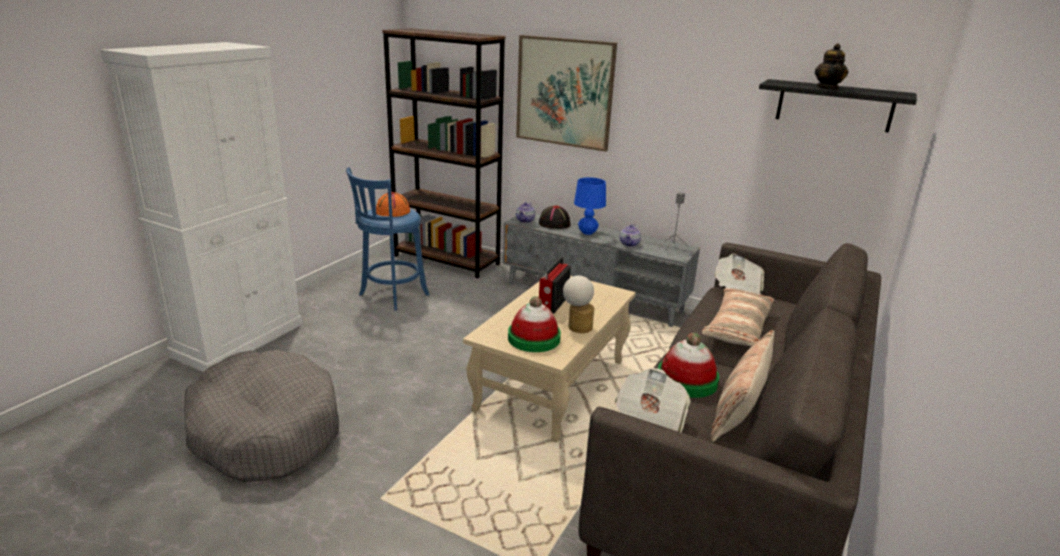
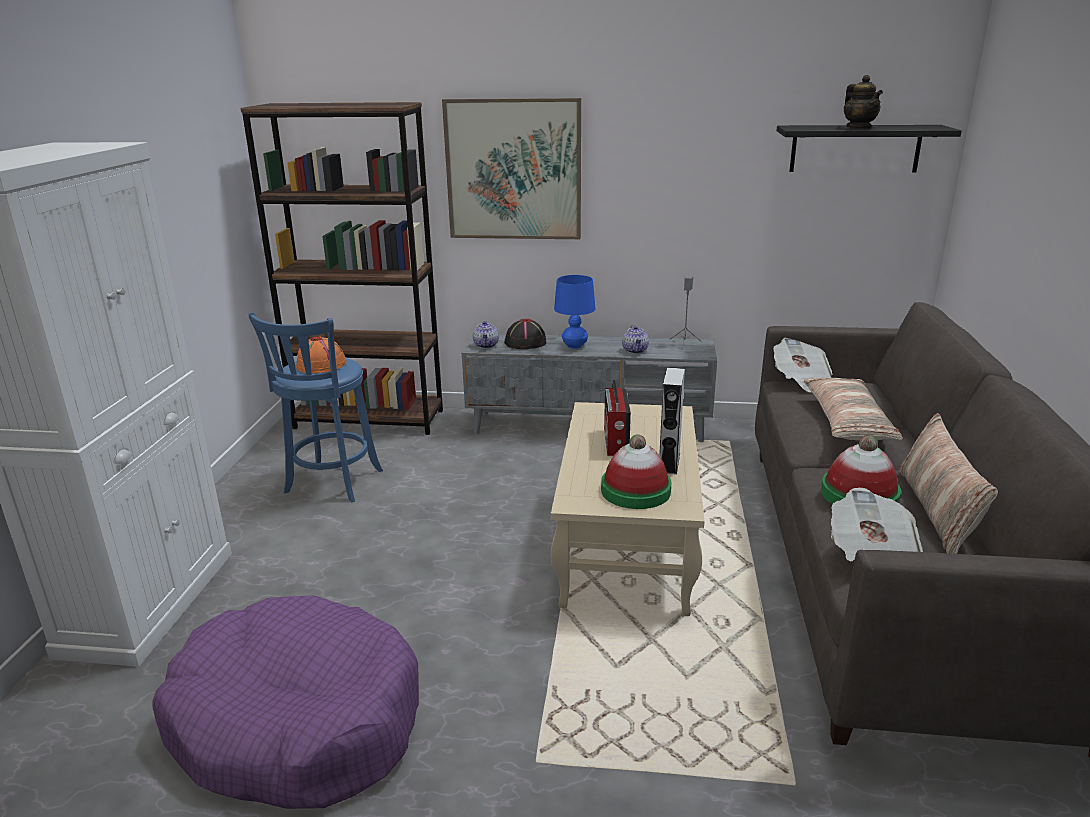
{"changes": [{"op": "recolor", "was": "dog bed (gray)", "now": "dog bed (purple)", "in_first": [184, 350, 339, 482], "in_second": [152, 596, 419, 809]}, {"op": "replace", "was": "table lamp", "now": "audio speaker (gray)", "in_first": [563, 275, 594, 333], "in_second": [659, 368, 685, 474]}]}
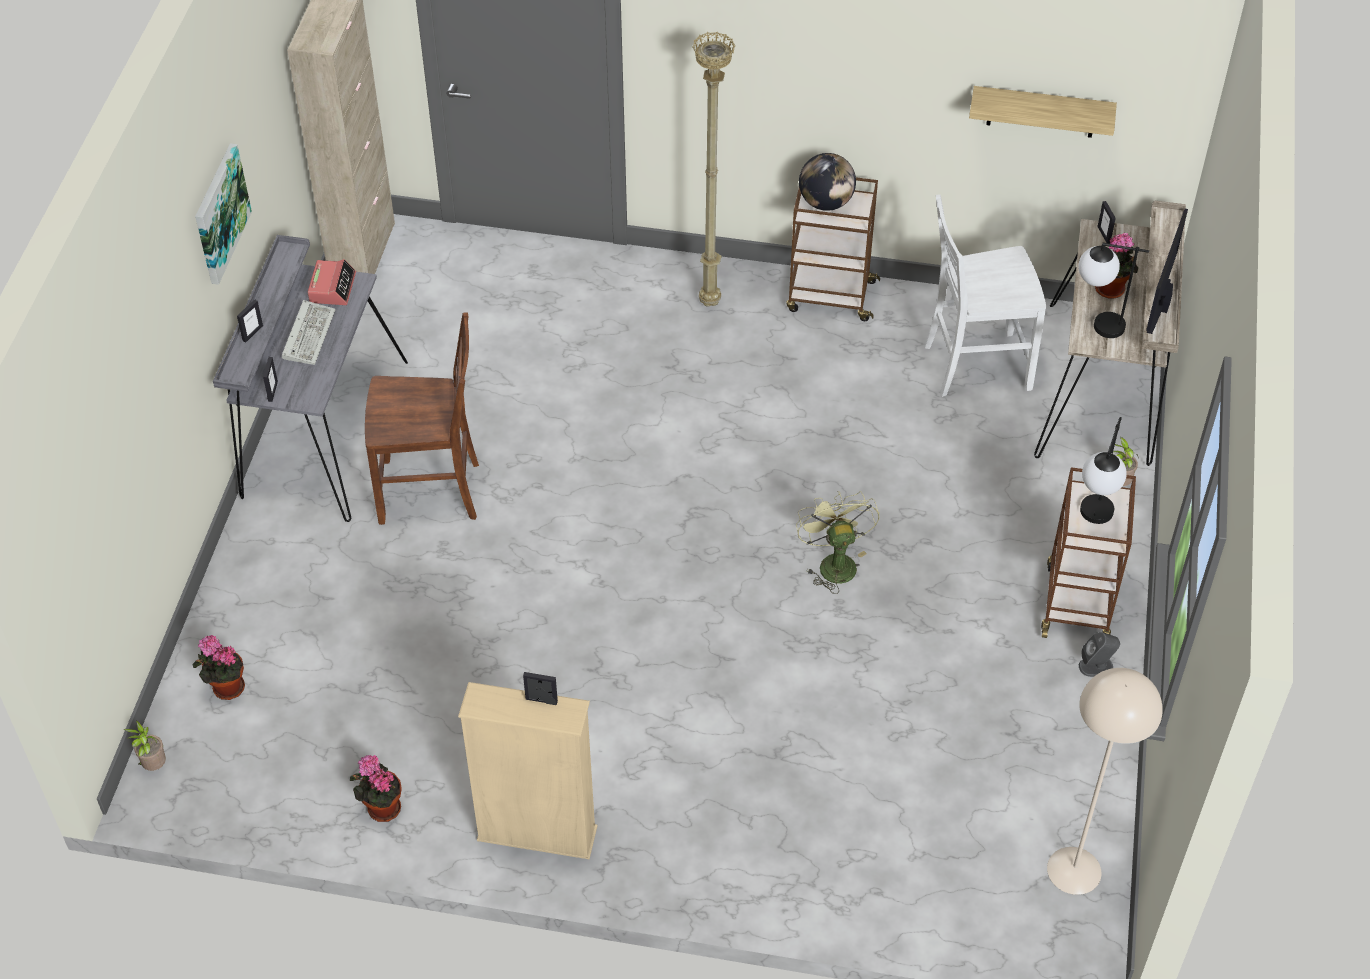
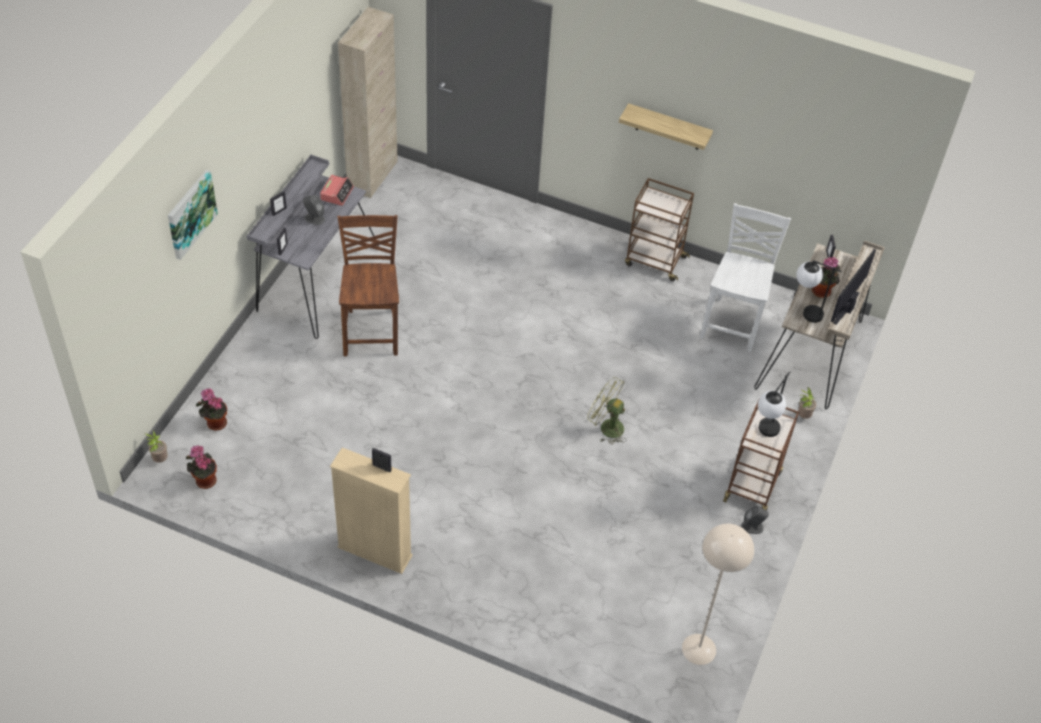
{"changes": [{"op": "move", "was": "wall art", "in_first": [195, 143, 252, 285], "in_second": [168, 170, 218, 260]}, {"op": "move", "was": "plant in a pot", "in_first": [350, 755, 402, 822], "in_second": [186, 445, 217, 489]}, {"op": "replace", "was": "computer keyboard", "now": "audio speaker (gray)", "in_first": [282, 300, 336, 365], "in_second": [303, 195, 325, 225]}, {"op": "rotate", "was": "chair (brown)", "in_first": [365, 313, 479, 525], "in_second": [337, 215, 399, 356], "clockwise": -105}, {"op": "rotate", "was": "fan (green)", "in_first": [796, 491, 880, 594], "in_second": [587, 377, 627, 445], "clockwise": -60}, {"op": "move", "was": "bracket shelf", "in_first": [969, 86, 1117, 138], "in_second": [619, 103, 713, 150]}, {"op": "rotate", "was": "chair (white-coloured)", "in_first": [925, 195, 1046, 397], "in_second": [700, 203, 791, 352], "clockwise": 105}, {"op": "delete", "was": "standing lamp (sand-coloured)", "in_first": [692, 32, 735, 307]}, {"op": "delete", "was": "globe", "in_first": [799, 153, 856, 211]}]}
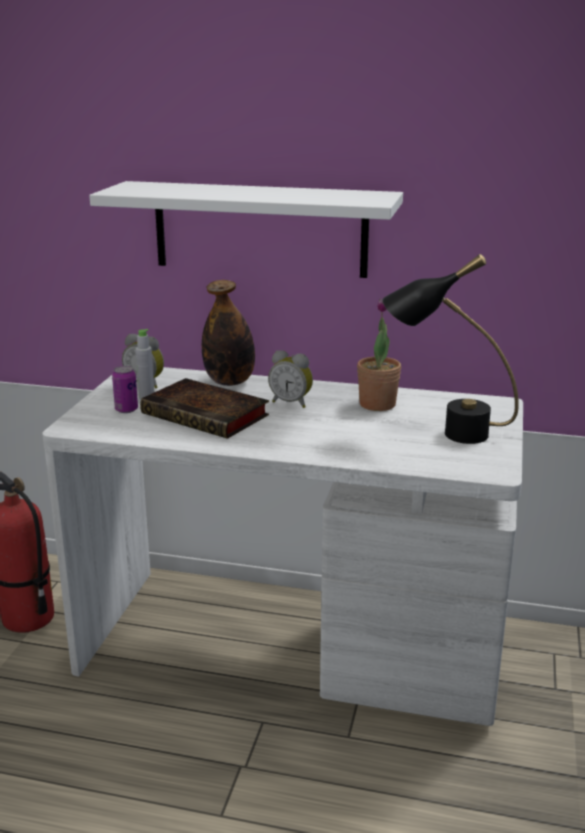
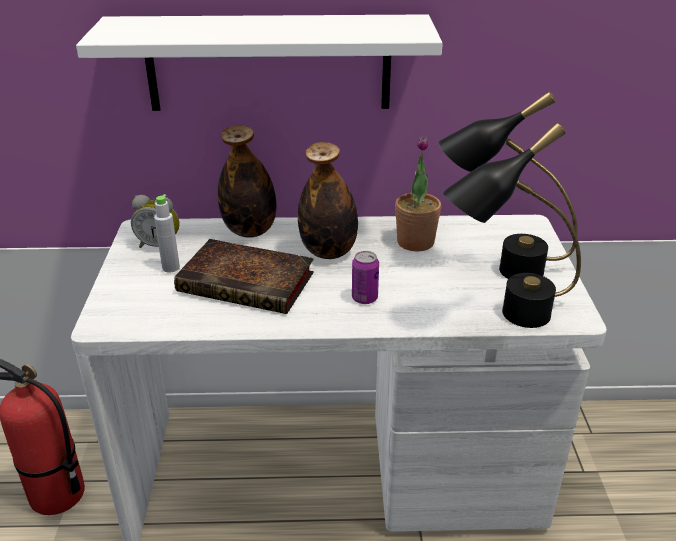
{"changes": [{"op": "replace", "was": "bedside clock", "now": "beverage bottle", "in_first": [268, 350, 313, 408], "in_second": [298, 142, 358, 259]}, {"op": "move", "was": "sealed can", "in_first": [112, 366, 138, 413], "in_second": [352, 251, 379, 304]}, {"op": "insert", "now": "table lamp (black-coloured)", "in_second": [443, 123, 581, 328]}]}
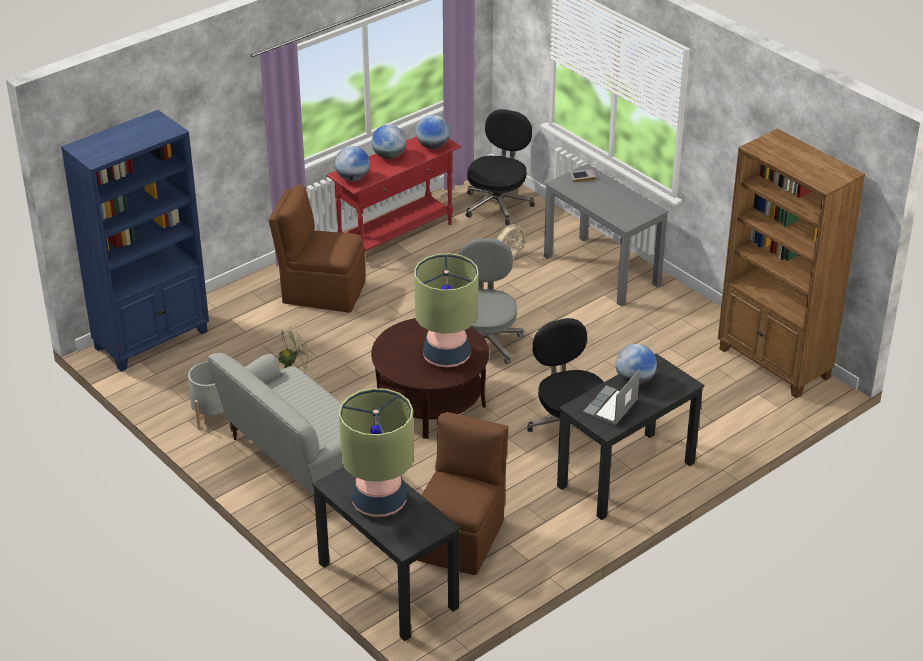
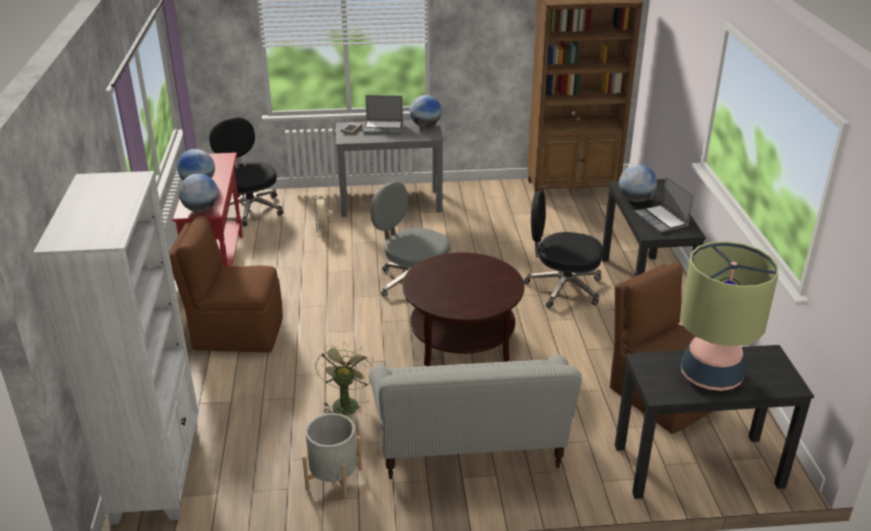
{"changes": [{"op": "recolor", "was": "bookshelf (blue-coloured)", "now": "bookshelf (white-coloured)", "in_first": [61, 110, 209, 372], "in_second": [33, 171, 198, 525]}, {"op": "rotate", "was": "chair (brown)", "in_first": [268, 184, 365, 313], "in_second": [169, 216, 283, 353], "clockwise": 45}, {"op": "insert", "now": "laptop", "in_second": [363, 95, 403, 134]}, {"op": "move", "was": "globe", "in_first": [416, 115, 450, 149], "in_second": [410, 95, 442, 127]}, {"op": "delete", "was": "table lamp", "in_first": [414, 253, 479, 367]}]}
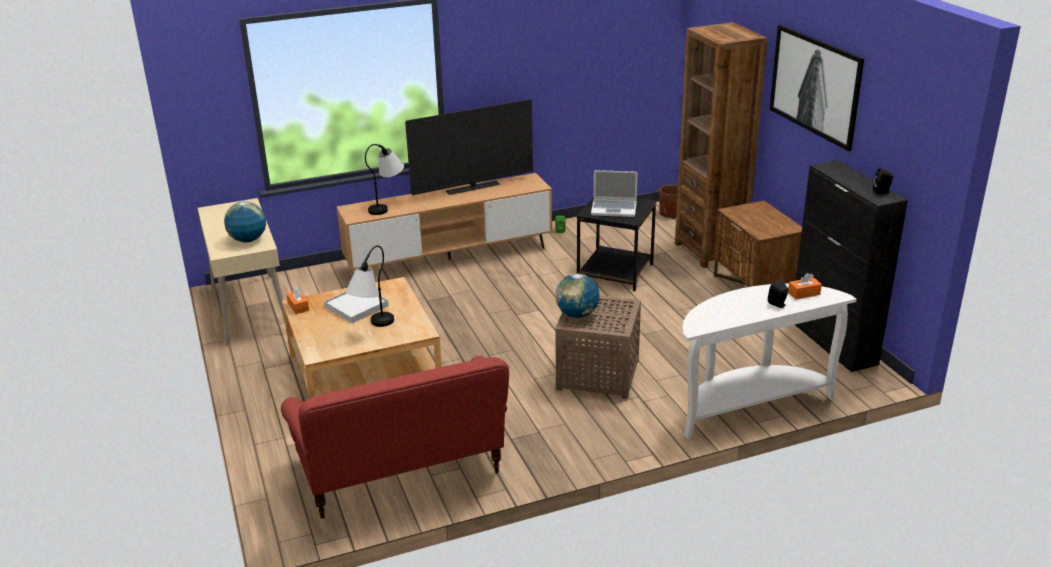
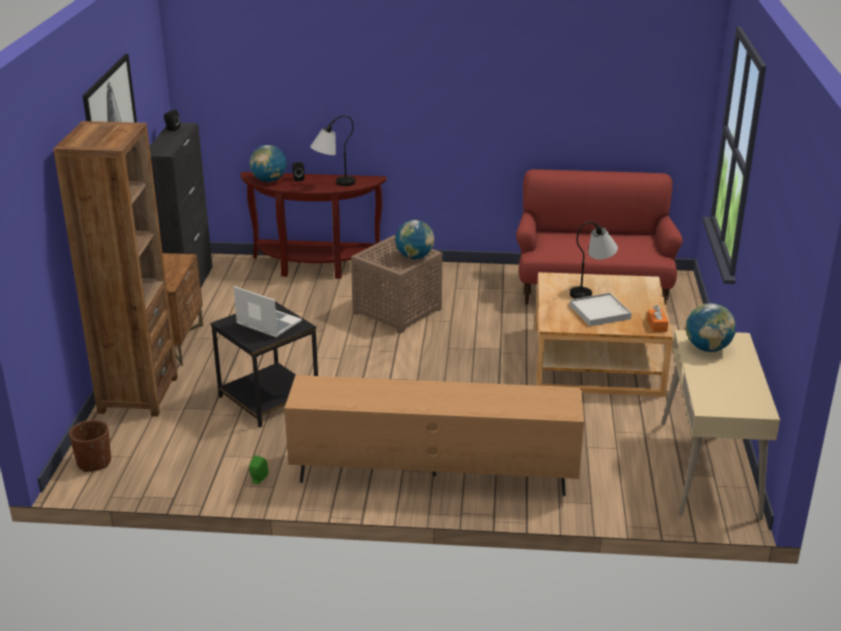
{"changes": [{"op": "recolor", "was": "console table (white-coloured)", "now": "console table (brown)", "in_first": [682, 284, 857, 439], "in_second": [240, 172, 387, 279]}, {"op": "replace", "was": "box of tissues (orange-coloured)", "now": "globe", "in_first": [788, 273, 822, 300], "in_second": [250, 145, 287, 182]}, {"op": "move", "was": "table lamp", "in_first": [365, 144, 404, 215], "in_second": [310, 115, 356, 186]}, {"op": "delete", "was": "television", "in_first": [405, 99, 533, 195]}]}
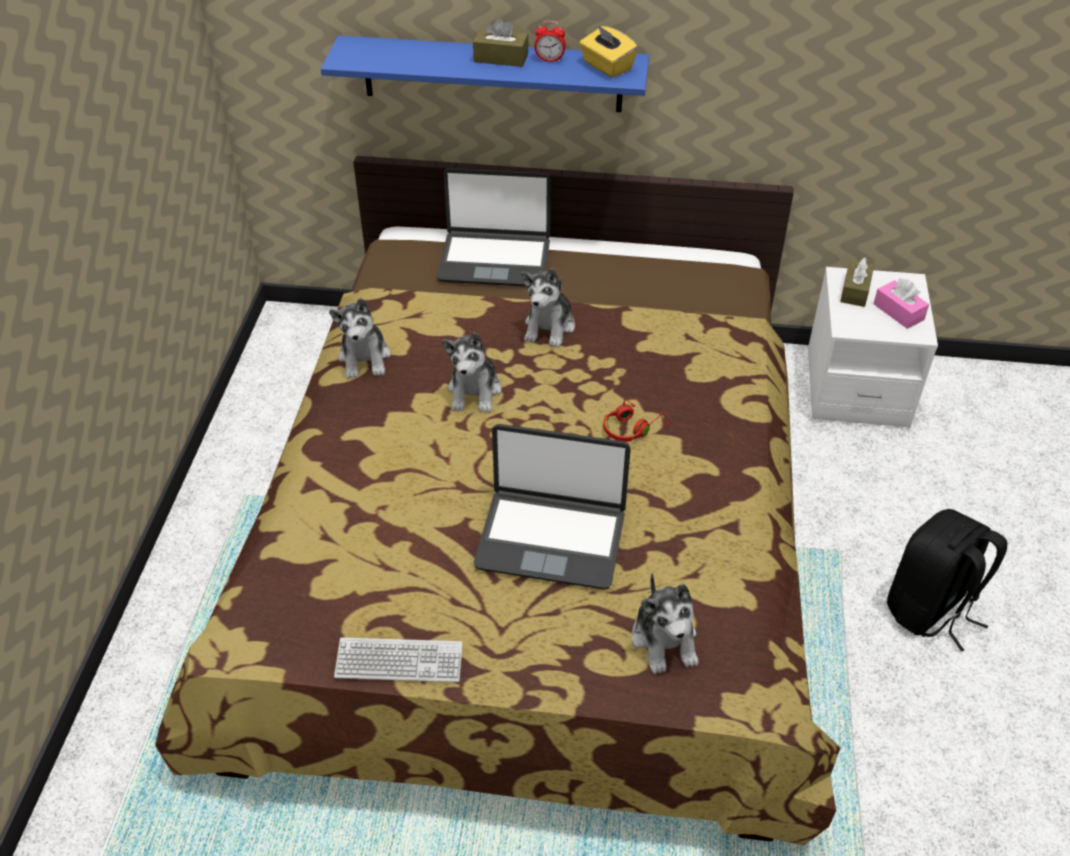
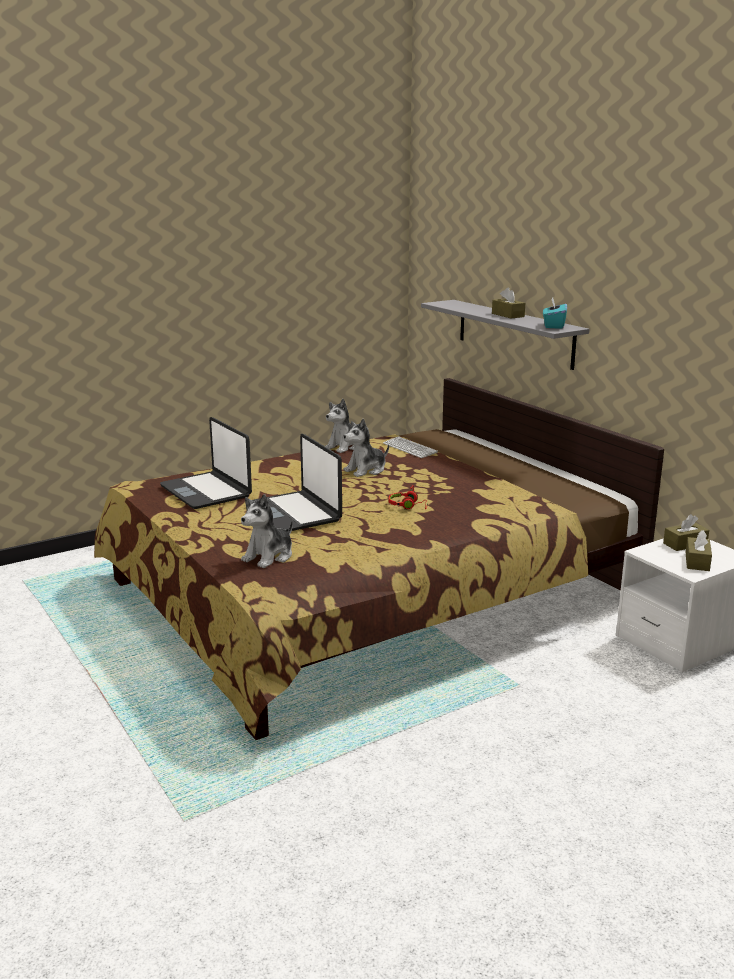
{"changes": [{"op": "move", "was": "laptop", "in_first": [437, 168, 551, 287], "in_second": [160, 417, 252, 509]}, {"op": "move", "was": "computer keyboard", "in_first": [334, 637, 463, 682], "in_second": [383, 437, 438, 458]}, {"op": "recolor", "was": "bracket shelf (blue-coloured)", "now": "bracket shelf (gray)", "in_first": [321, 35, 649, 112], "in_second": [421, 300, 589, 370]}, {"op": "recolor", "was": "box of tissues (yellow-coloured)", "now": "box of tissues (turquoise)", "in_first": [579, 25, 638, 78], "in_second": [543, 298, 567, 329]}, {"op": "recolor", "was": "box of tissues (pink-coloured)", "now": "box of tissues (brown)", "in_first": [873, 278, 929, 329], "in_second": [686, 530, 712, 571]}, {"op": "delete", "was": "plush toy", "in_first": [522, 268, 575, 348]}, {"op": "delete", "was": "bedside clock", "in_first": [534, 21, 566, 62]}, {"op": "delete", "was": "knapsack (black-coloured)", "in_first": [887, 509, 1007, 652]}]}
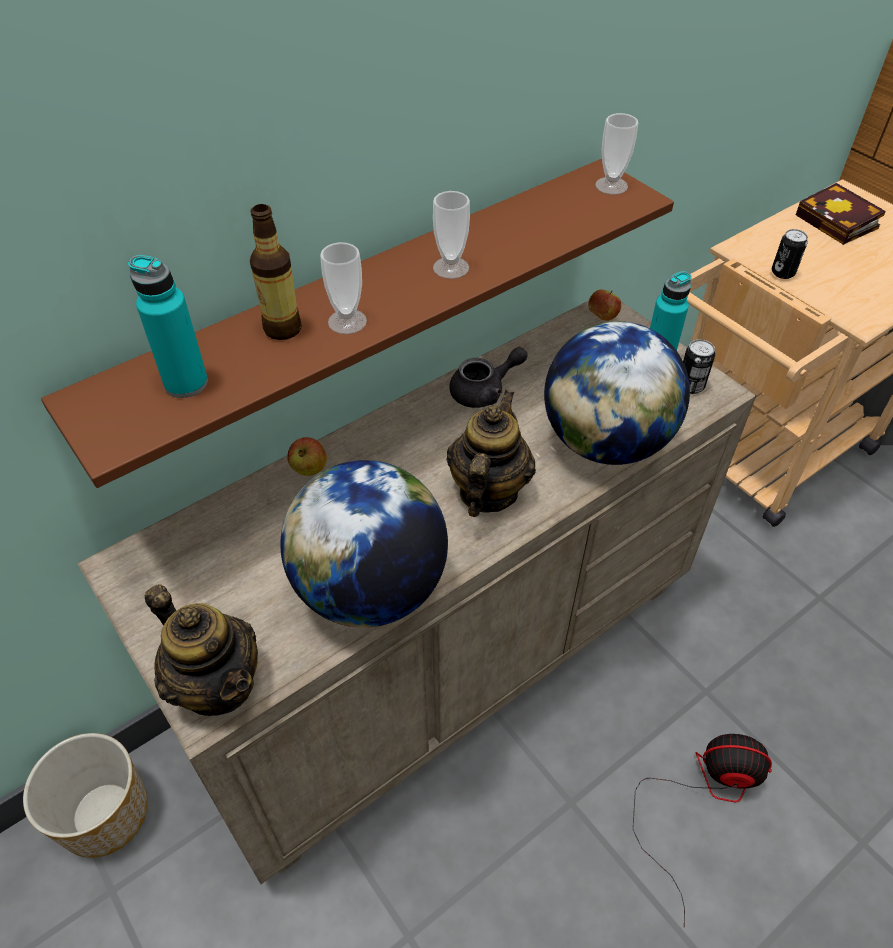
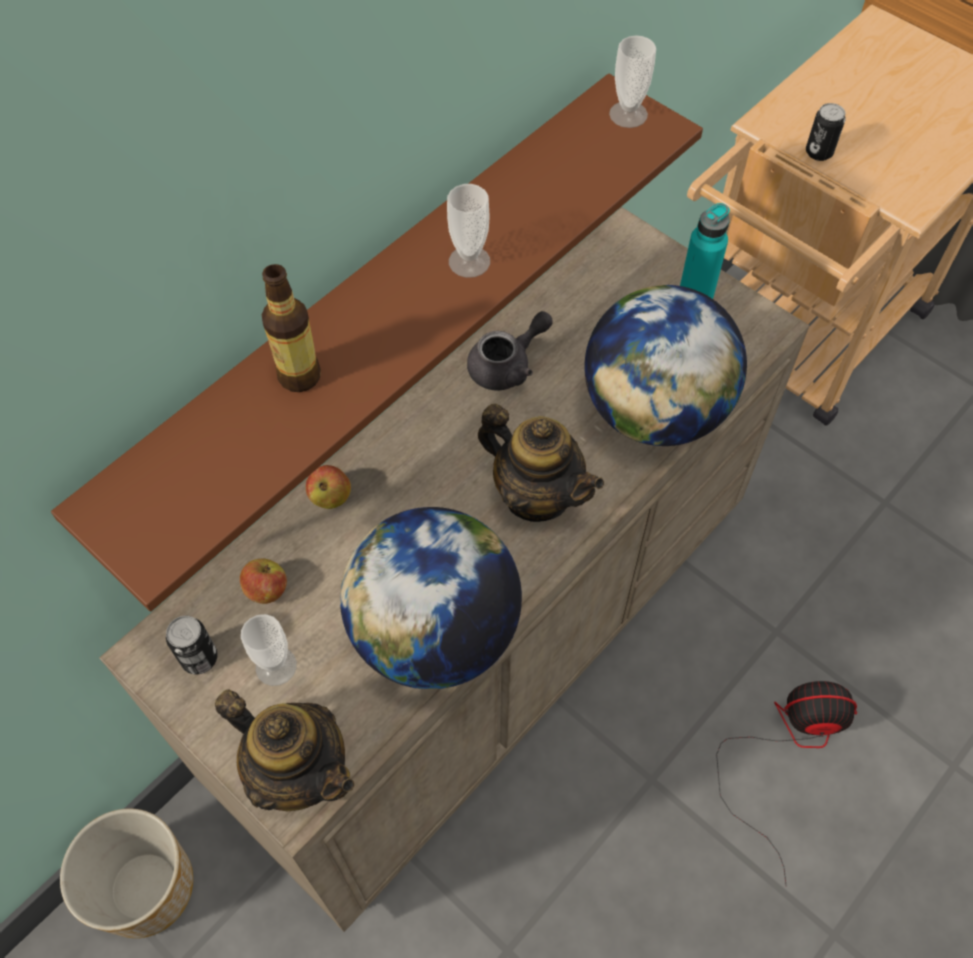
{"changes": [{"op": "move", "was": "sealed can", "in_first": [683, 339, 715, 394], "in_second": [166, 616, 217, 674]}, {"op": "move", "was": "apple", "in_first": [588, 289, 621, 321], "in_second": [240, 559, 287, 604]}, {"op": "move", "was": "drinking cup", "in_first": [320, 242, 367, 334], "in_second": [241, 614, 297, 686]}, {"op": "rotate", "was": "tea pot", "in_first": [446, 390, 536, 517], "in_second": [478, 404, 604, 522], "clockwise": 120}, {"op": "delete", "was": "beverage bottle (turquoise)", "in_first": [128, 255, 208, 398]}, {"op": "delete", "was": "bound book", "in_first": [796, 183, 886, 245]}]}
